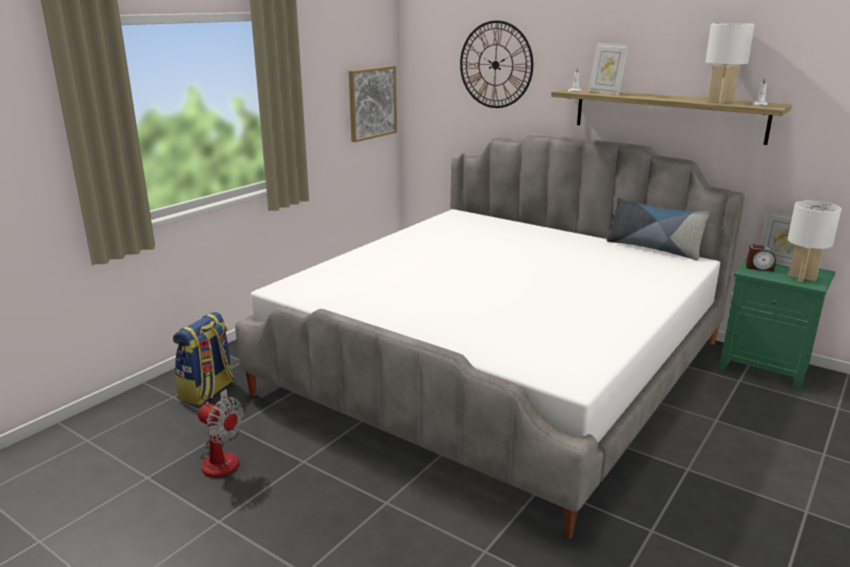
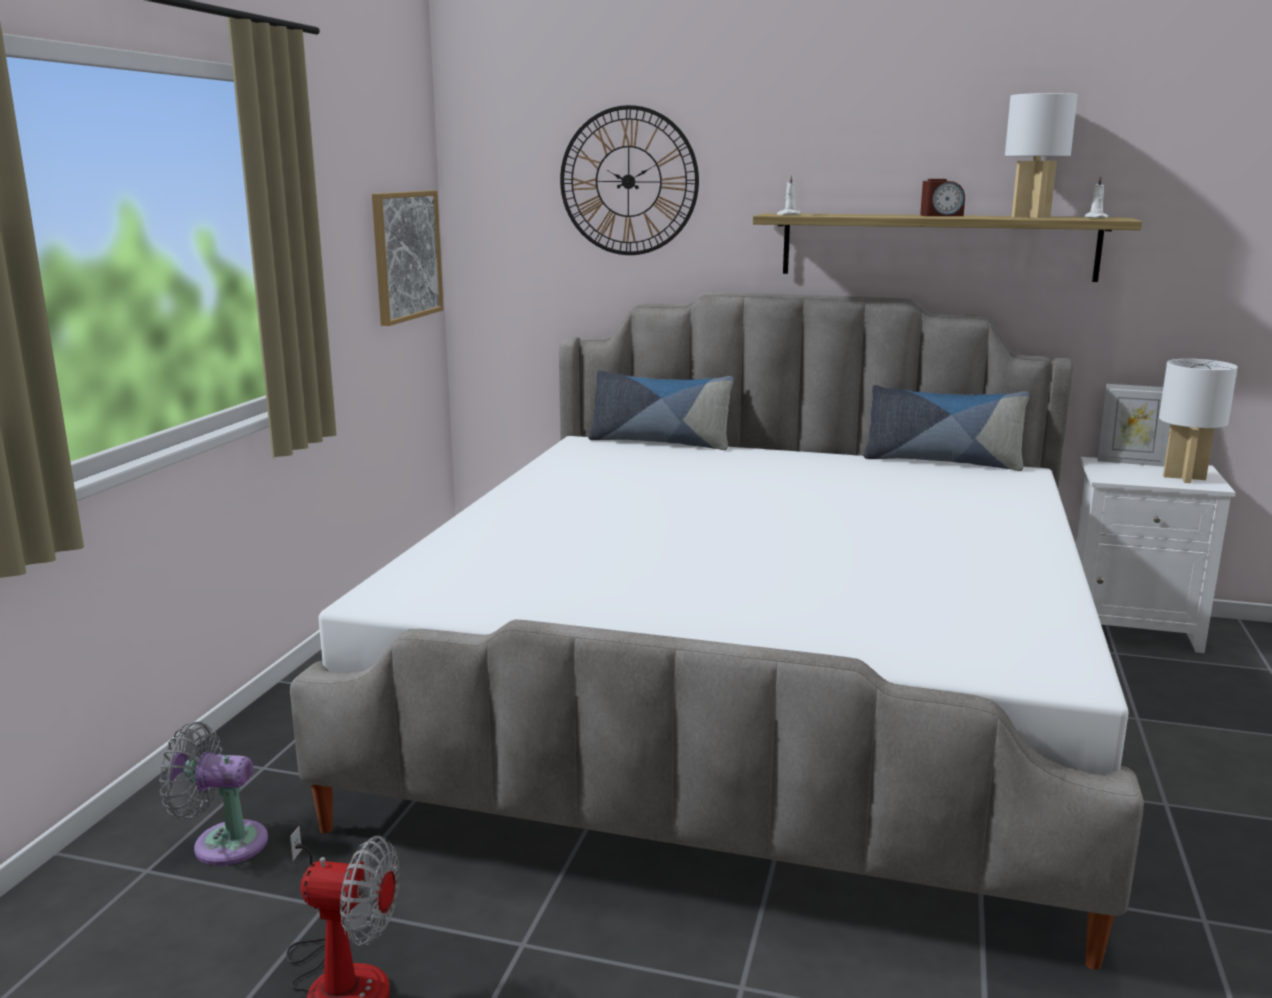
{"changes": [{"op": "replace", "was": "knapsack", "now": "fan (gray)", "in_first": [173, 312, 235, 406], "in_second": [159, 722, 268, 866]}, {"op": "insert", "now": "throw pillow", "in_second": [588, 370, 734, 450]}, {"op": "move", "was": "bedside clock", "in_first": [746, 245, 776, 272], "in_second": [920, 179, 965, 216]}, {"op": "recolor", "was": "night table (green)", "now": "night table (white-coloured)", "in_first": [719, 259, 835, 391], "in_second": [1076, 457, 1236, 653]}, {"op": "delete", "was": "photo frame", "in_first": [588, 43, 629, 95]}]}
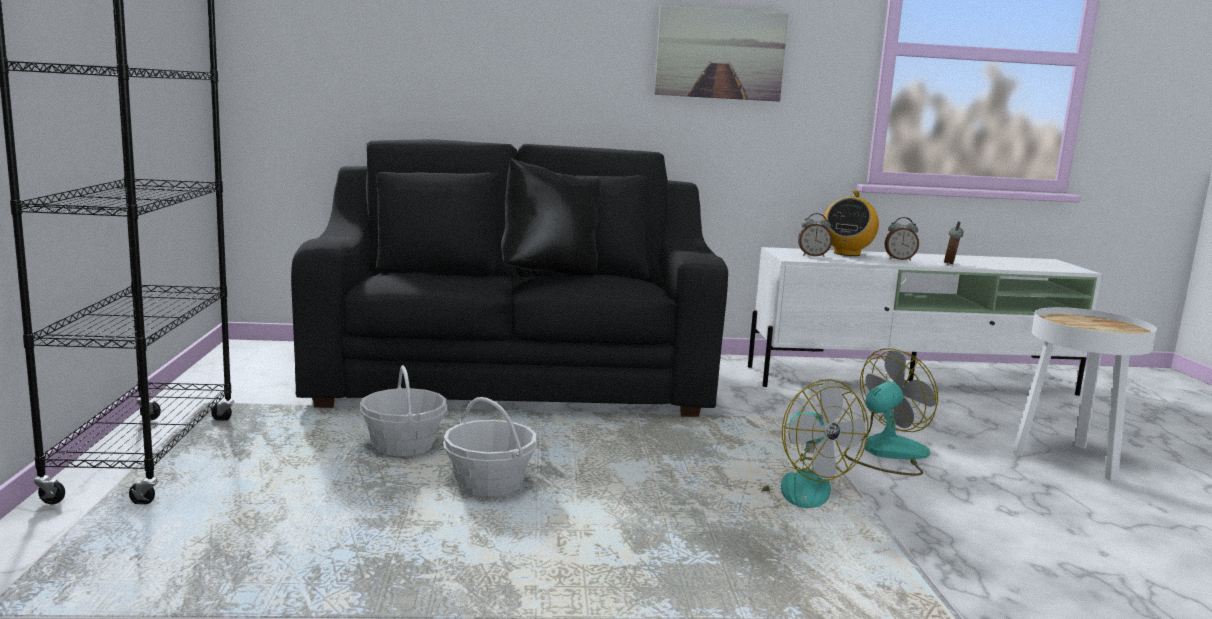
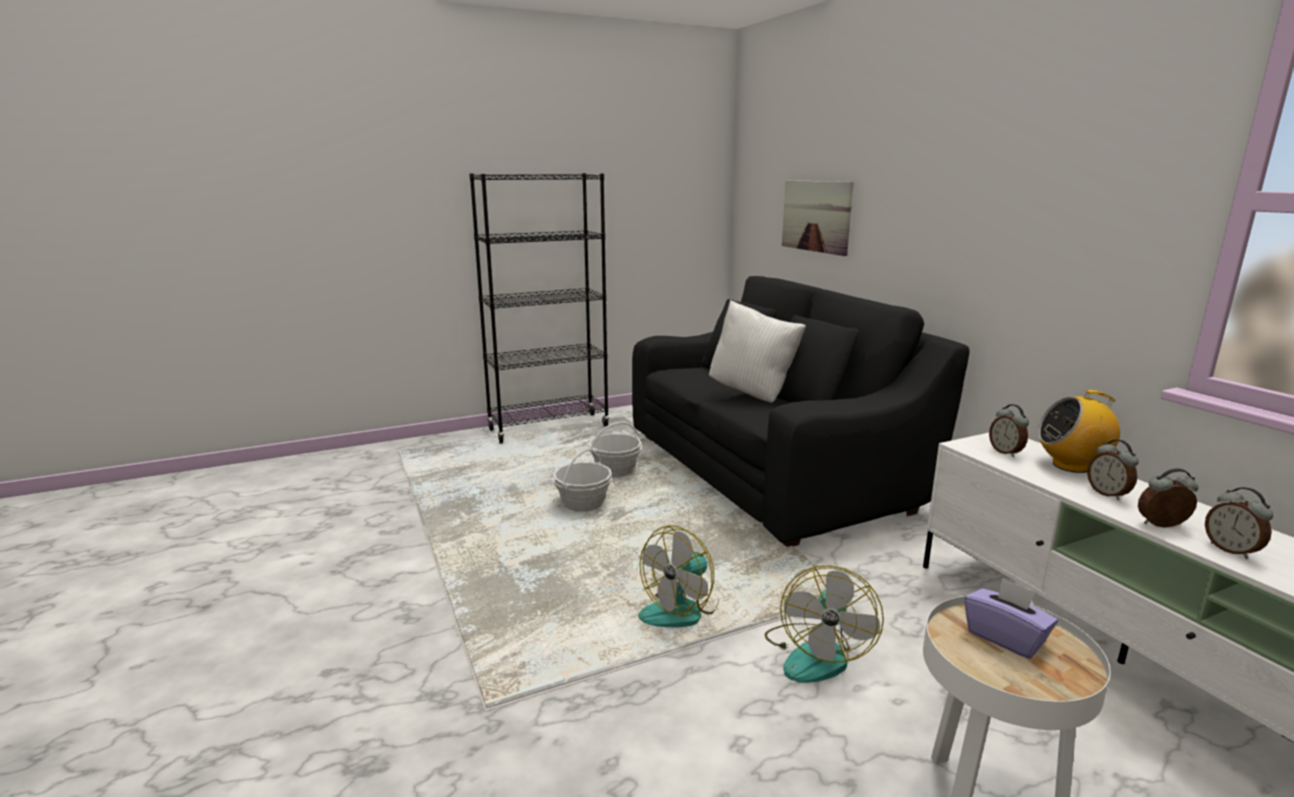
{"changes": [{"op": "recolor", "was": "throw pillow (black-coloured)", "now": "throw pillow (white-coloured)", "in_first": [501, 158, 601, 276], "in_second": [709, 300, 806, 403]}, {"op": "rotate", "was": "fan", "in_first": [844, 348, 938, 476], "in_second": [765, 565, 884, 683], "clockwise": 75}, {"op": "move", "was": "wall art", "in_first": [654, 6, 788, 102], "in_second": [782, 180, 854, 256]}, {"op": "insert", "now": "box of tissues (purple)", "in_second": [964, 578, 1058, 659]}, {"op": "insert", "now": "bedside clock", "in_second": [1205, 487, 1274, 559]}]}
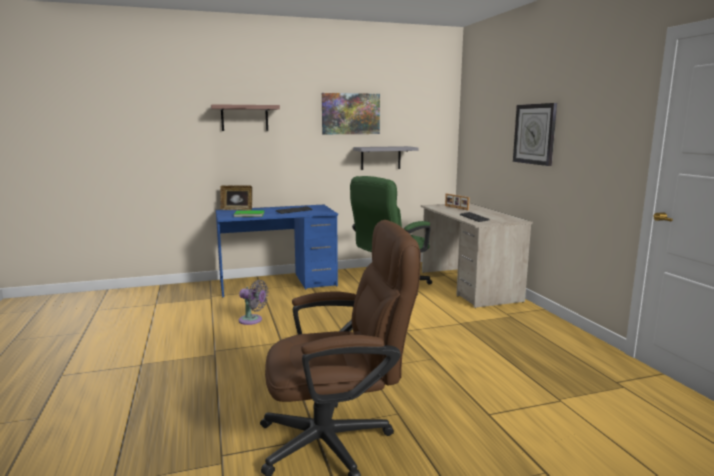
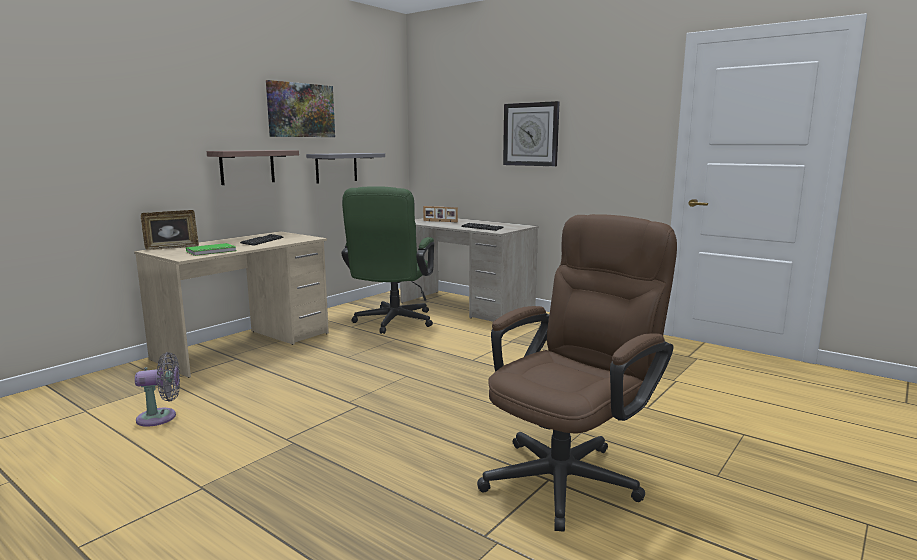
{"changes": [{"op": "recolor", "was": "desk unit (blue-coloured)", "now": "desk unit (sand-coloured)", "in_first": [216, 205, 338, 298], "in_second": [134, 231, 329, 378]}, {"op": "move", "was": "fan (gray)", "in_first": [238, 280, 268, 325], "in_second": [135, 352, 180, 427]}, {"op": "move", "was": "bracket shelf", "in_first": [211, 104, 280, 131], "in_second": [207, 150, 299, 185]}]}
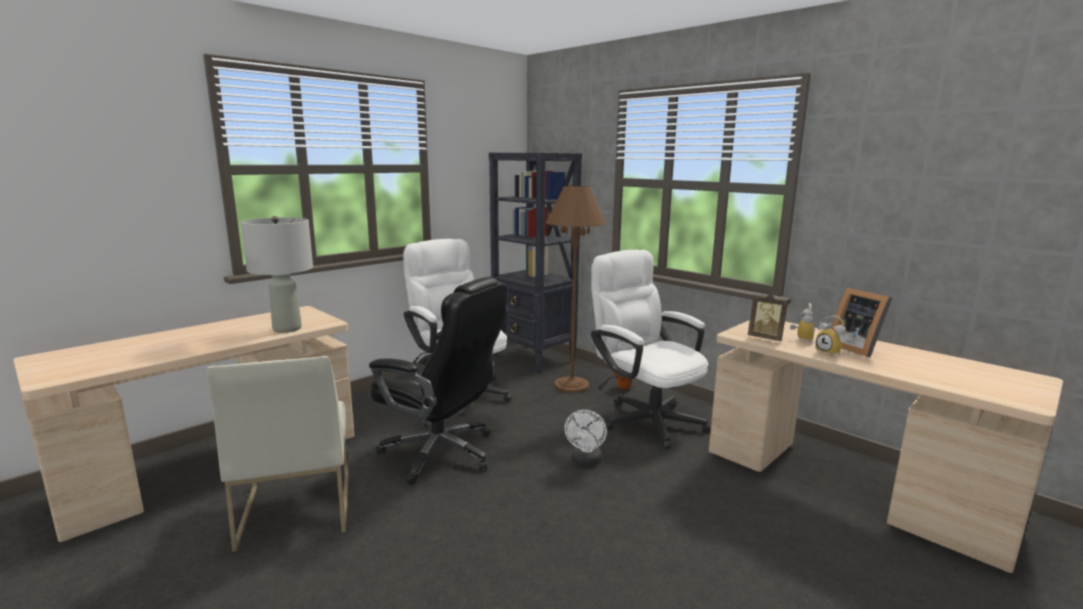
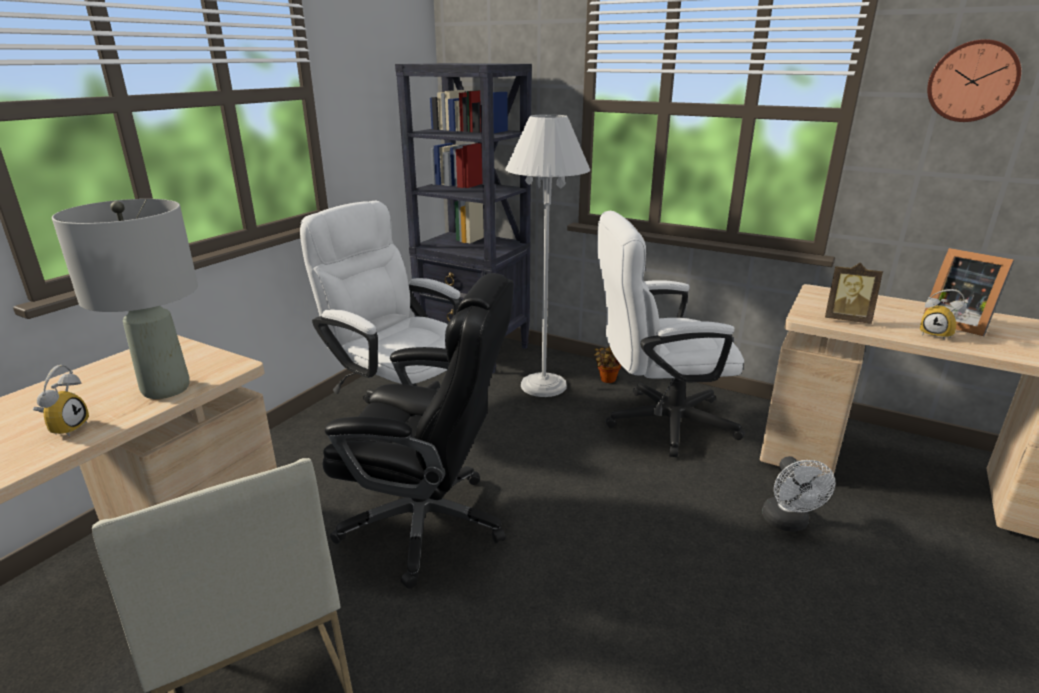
{"changes": [{"op": "move", "was": "bedside clock", "in_first": [790, 303, 815, 342], "in_second": [33, 365, 89, 437]}, {"op": "recolor", "was": "standing lamp (brown)", "now": "standing lamp (white-coloured)", "in_first": [546, 186, 606, 393], "in_second": [505, 114, 590, 397]}, {"op": "rotate", "was": "computer chair (white-coloured)", "in_first": [591, 250, 710, 449], "in_second": [597, 211, 745, 457], "clockwise": -45}, {"op": "move", "was": "fan (white-coloured)", "in_first": [565, 410, 607, 466], "in_second": [762, 456, 835, 531]}, {"op": "insert", "now": "clock on the wall", "in_second": [927, 39, 1021, 122]}]}
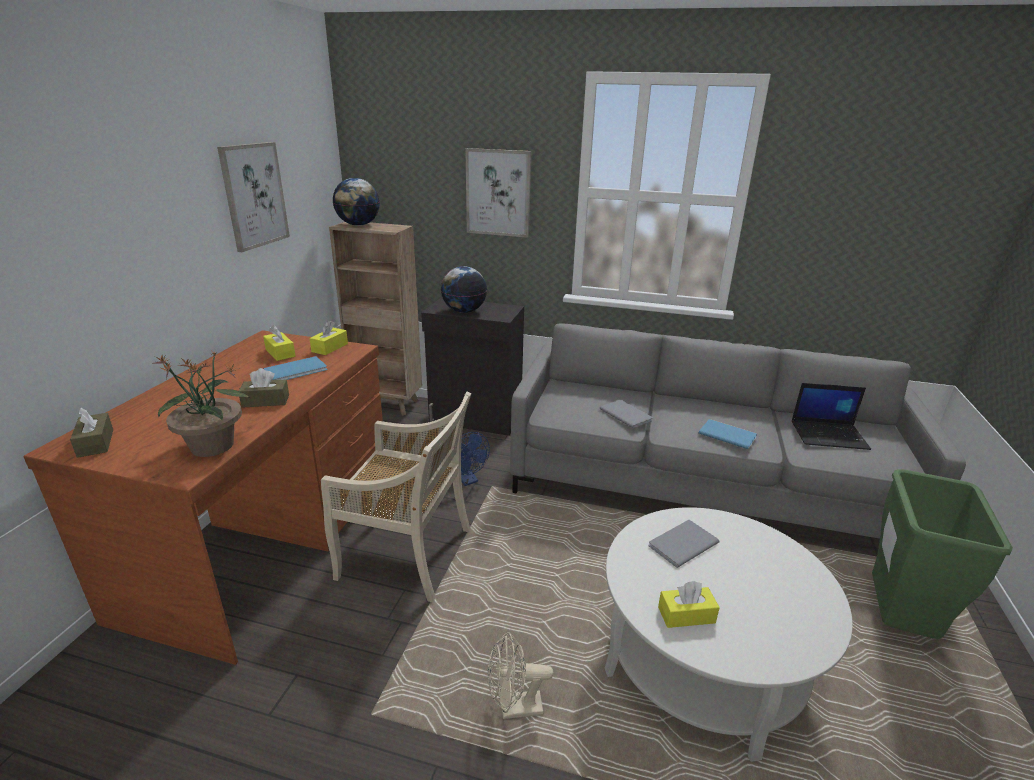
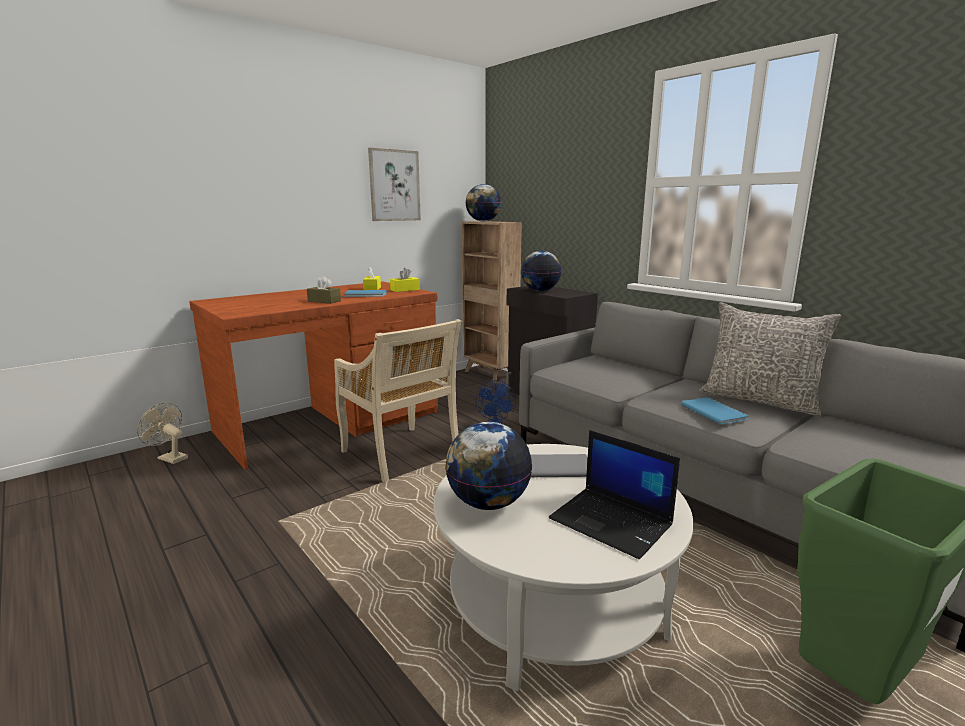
{"changes": [{"op": "move", "was": "fan (sand-coloured)", "in_first": [488, 632, 553, 719], "in_second": [137, 403, 188, 464]}, {"op": "replace", "was": "box of tissues (yellow-coloured)", "now": "globe", "in_first": [658, 581, 720, 628], "in_second": [445, 422, 532, 510]}, {"op": "move", "was": "laptop", "in_first": [792, 383, 871, 450], "in_second": [549, 430, 680, 559]}, {"op": "insert", "now": "throw pillow (gray)", "in_second": [699, 302, 842, 416]}, {"op": "delete", "was": "box of tissues (brown)", "in_first": [70, 408, 113, 458]}, {"op": "delete", "was": "plant in a pot", "in_first": [154, 351, 250, 457]}, {"op": "delete", "was": "wall art", "in_first": [465, 148, 532, 238]}, {"op": "delete", "was": "bound book (gray)", "in_first": [600, 400, 653, 428]}]}
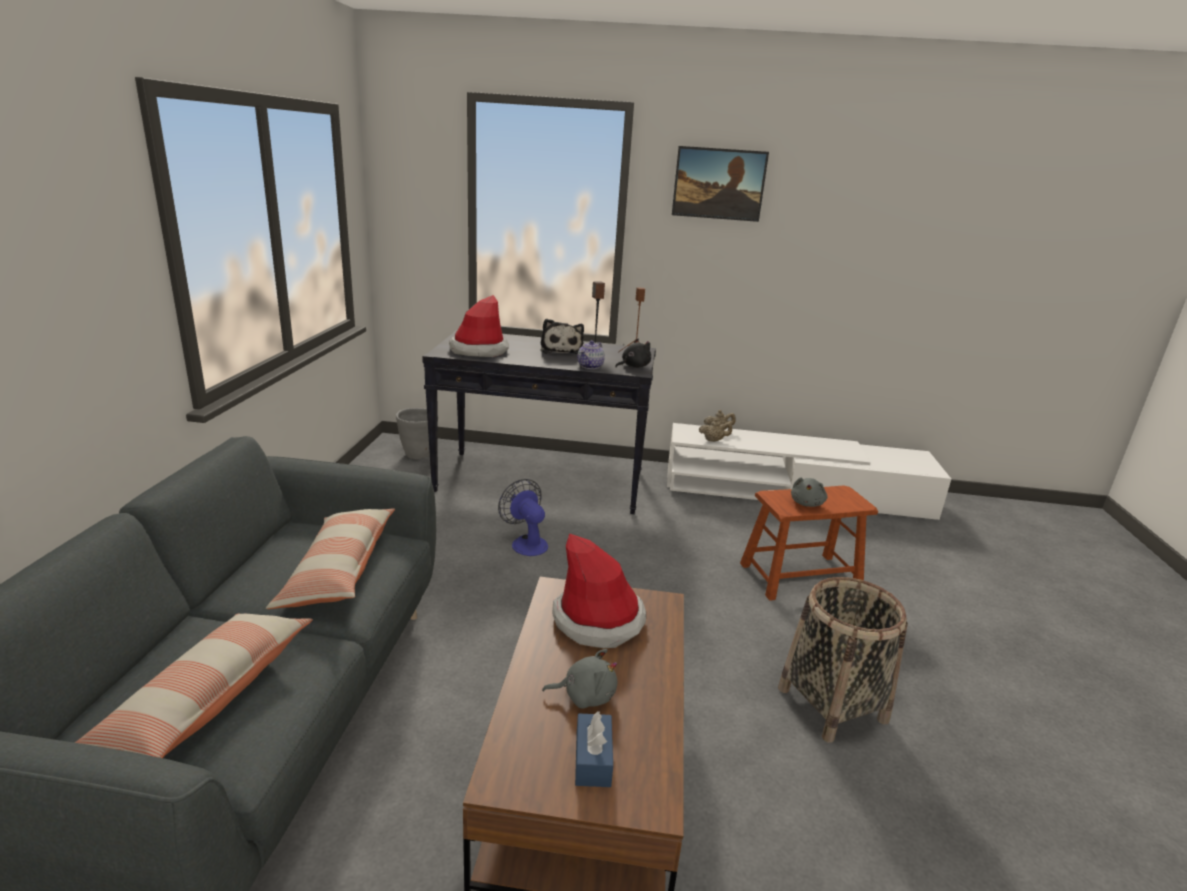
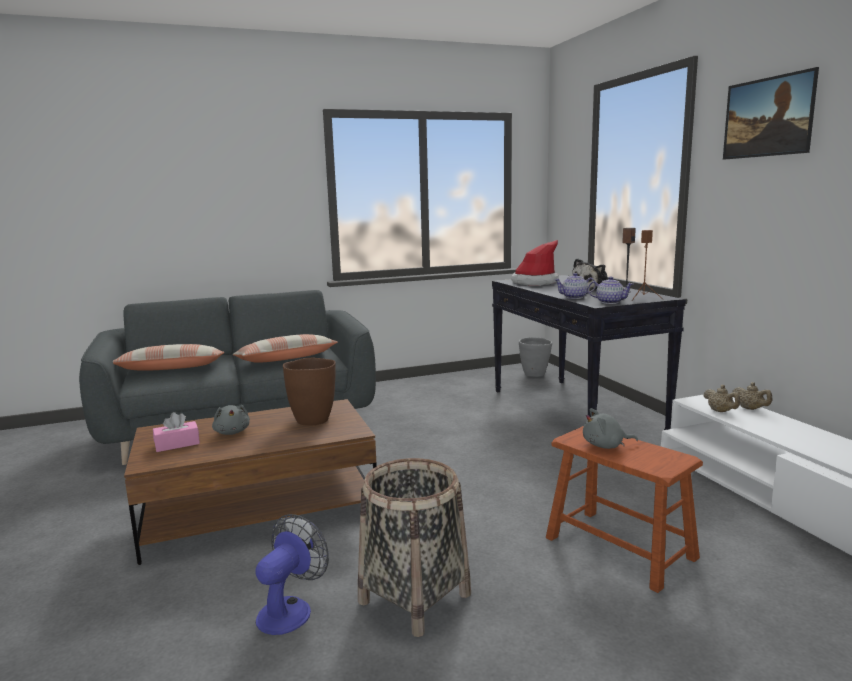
{"changes": [{"op": "recolor", "was": "box of tissues (blue-coloured)", "now": "box of tissues (pink-coloured)", "in_first": [575, 711, 613, 787], "in_second": [153, 412, 200, 452]}, {"op": "move", "was": "fan", "in_first": [498, 479, 548, 556], "in_second": [255, 514, 329, 635]}, {"op": "replace", "was": "hat", "now": "flower vase (brown)", "in_first": [552, 533, 646, 648], "in_second": [283, 357, 336, 426]}, {"op": "replace", "was": "plush toy (black-coloured)", "now": "tea pot", "in_first": [615, 338, 651, 368], "in_second": [588, 277, 633, 304]}]}
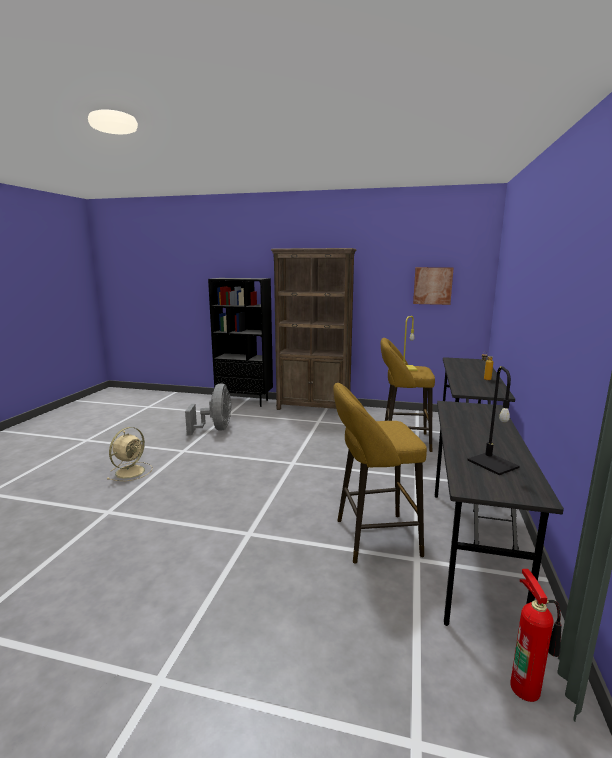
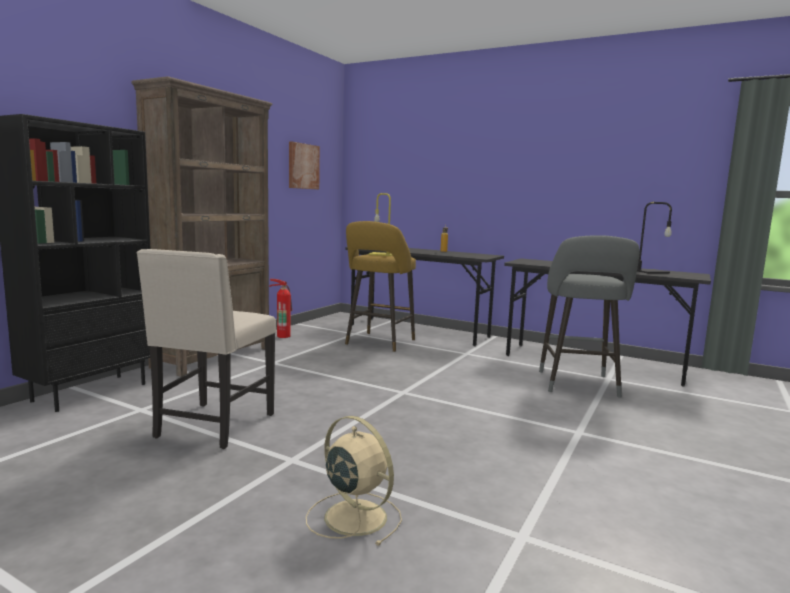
{"changes": [{"op": "replace", "was": "fan (gray)", "now": "chair (sand-coloured)", "in_first": [185, 383, 231, 436], "in_second": [136, 249, 276, 449]}, {"op": "move", "was": "extinguisher", "in_first": [510, 569, 561, 702], "in_second": [269, 279, 292, 338]}, {"op": "recolor", "was": "stool (yellow-coloured)", "now": "stool (gray)", "in_first": [333, 383, 427, 564], "in_second": [539, 235, 639, 398]}]}
